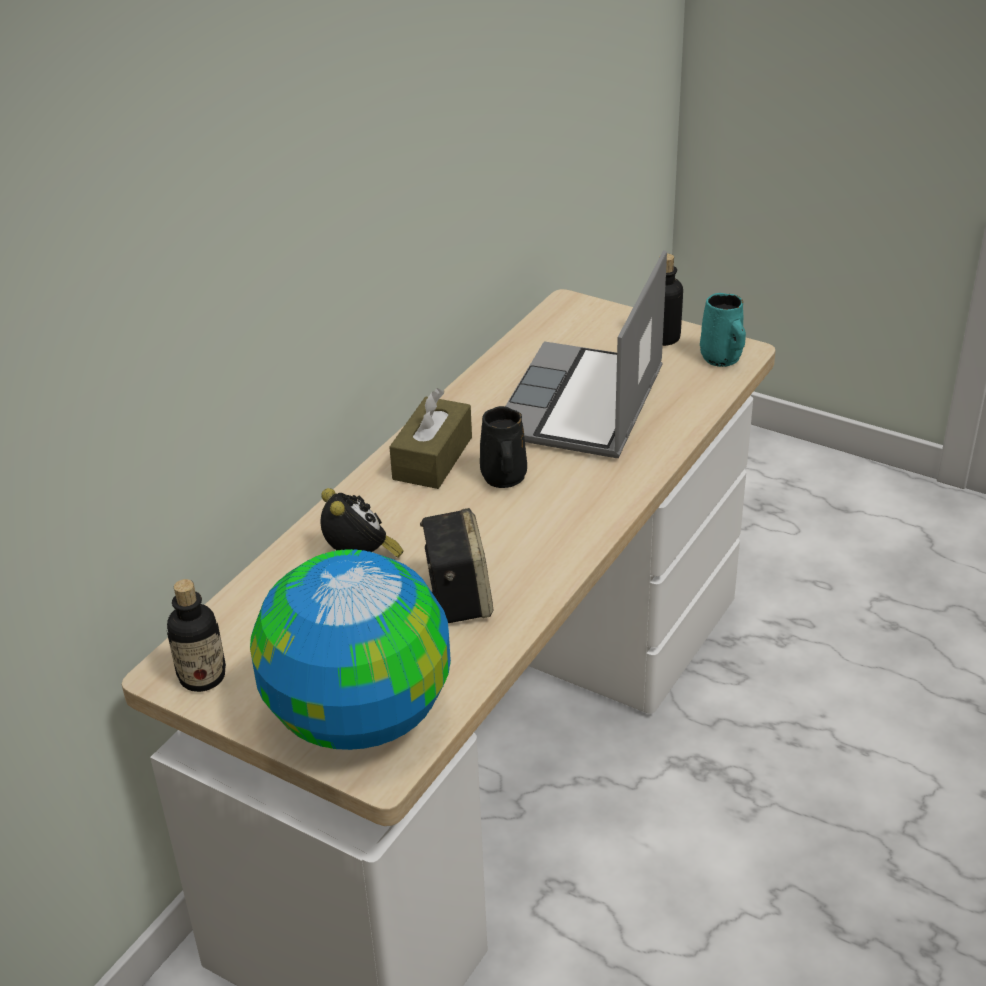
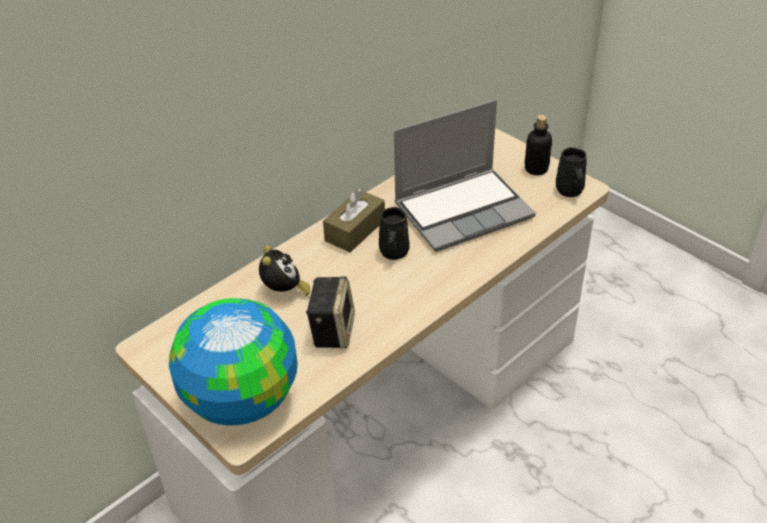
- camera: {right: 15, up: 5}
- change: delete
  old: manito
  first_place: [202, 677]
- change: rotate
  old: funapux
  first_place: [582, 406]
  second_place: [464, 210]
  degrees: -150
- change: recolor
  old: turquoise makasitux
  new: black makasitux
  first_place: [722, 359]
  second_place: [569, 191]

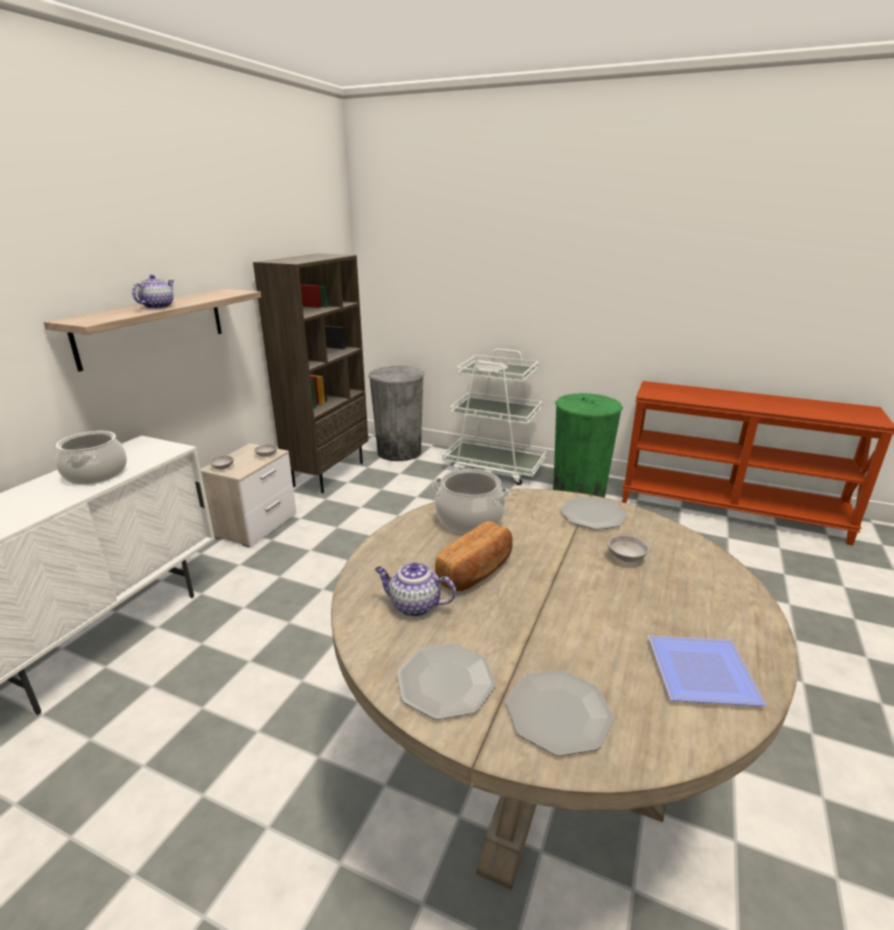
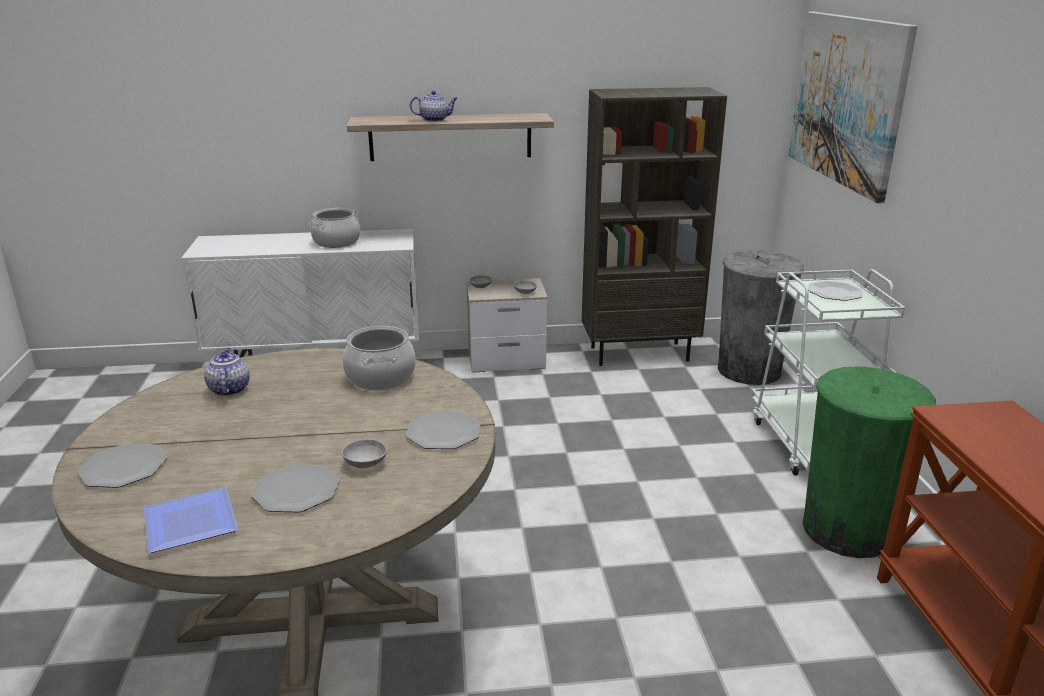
- camera: {right: 60, up: 0}
- change: move
  old: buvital
  first_place: [445, 682]
  second_place: [296, 491]
- change: delete
  old: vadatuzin
  first_place: [476, 571]
- change: insert
  new: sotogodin
  second_place: [846, 100]

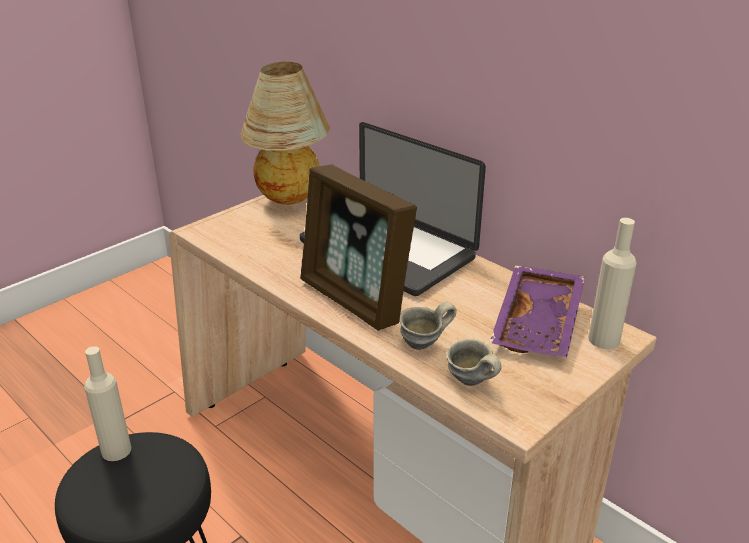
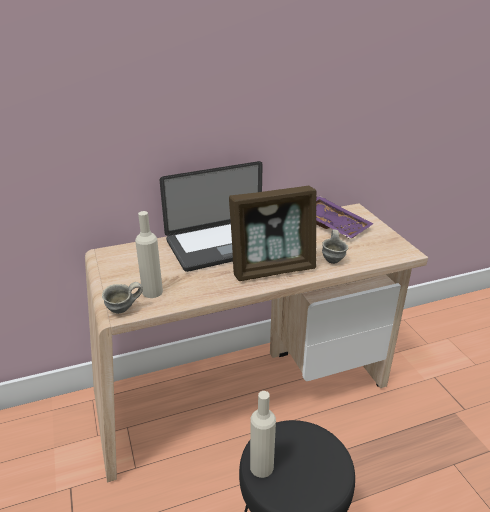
- camera: {right: -65, up: 0}
- change: delete
  old: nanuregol
  first_place: [290, 200]
- change: move
  old: grey makasitux
  first_place: [470, 384]
  second_place: [123, 311]
- change: move
  old: beige manito
  first_place: [604, 339]
  second_place: [152, 292]

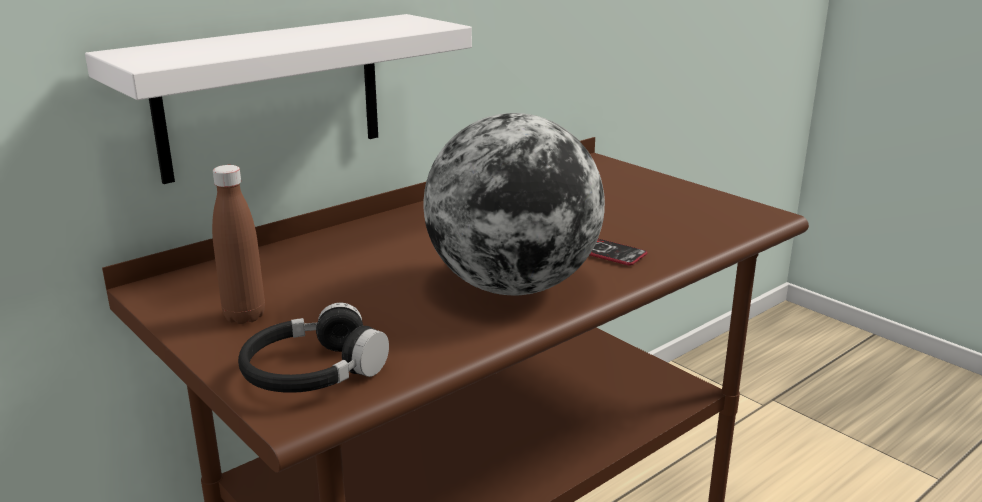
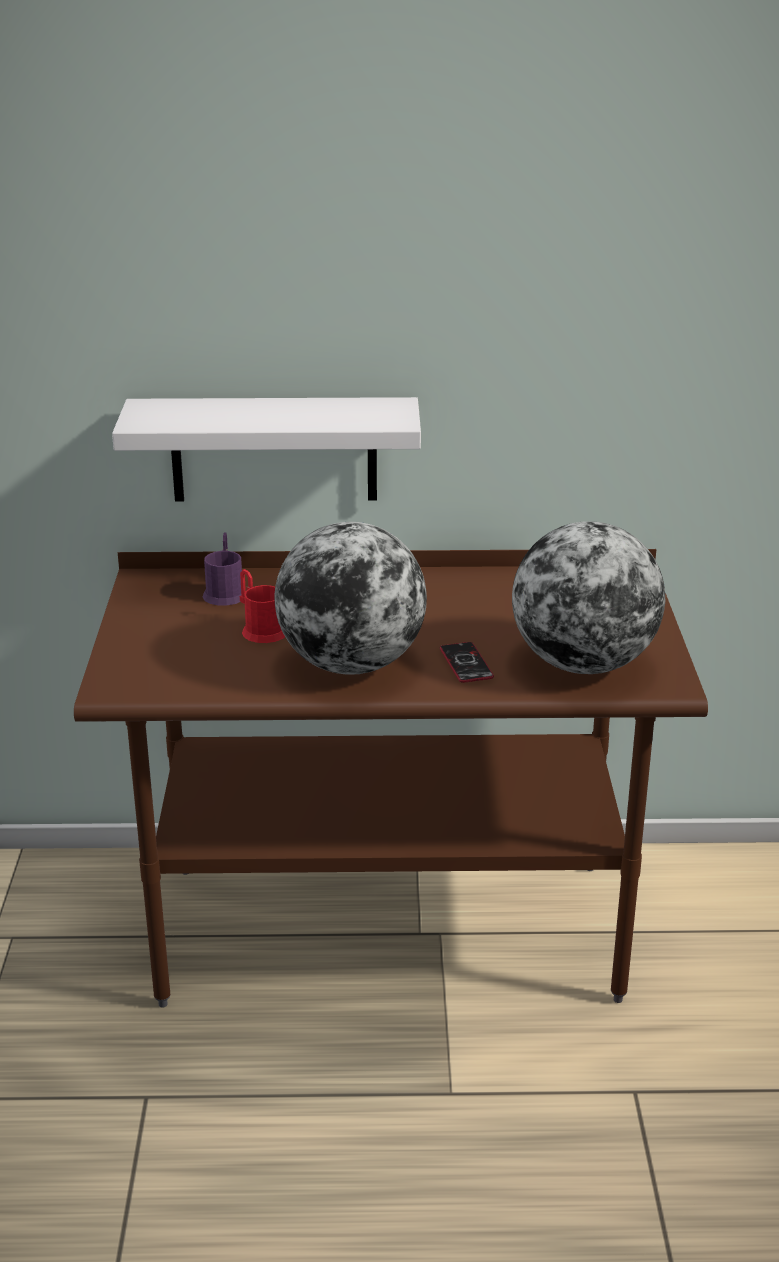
- camera: {right: 40, up: 5}
- change: delete
  old: brown manito
  first_place: [244, 316]
- change: delete
  old: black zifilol
  first_place: [313, 372]
- change: insert
  new: purple makasitux
  second_place: [225, 592]
- change: insert
  new: red makasitux
  second_place: [260, 629]
- change: insert
  new: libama
  second_place: [583, 664]

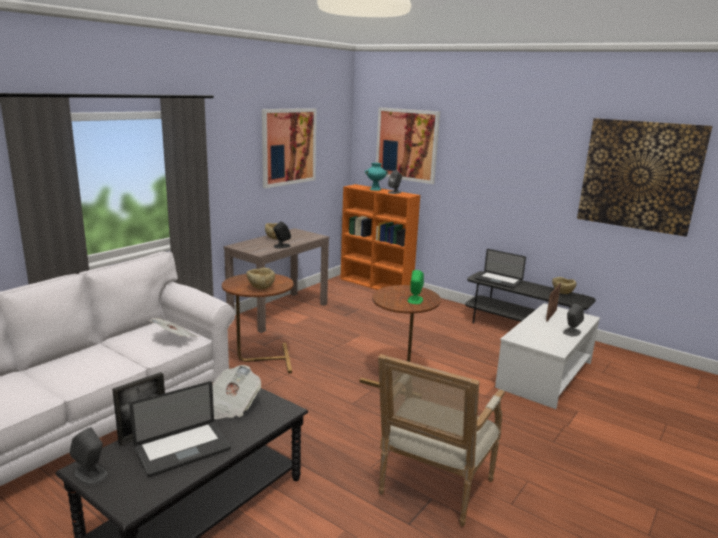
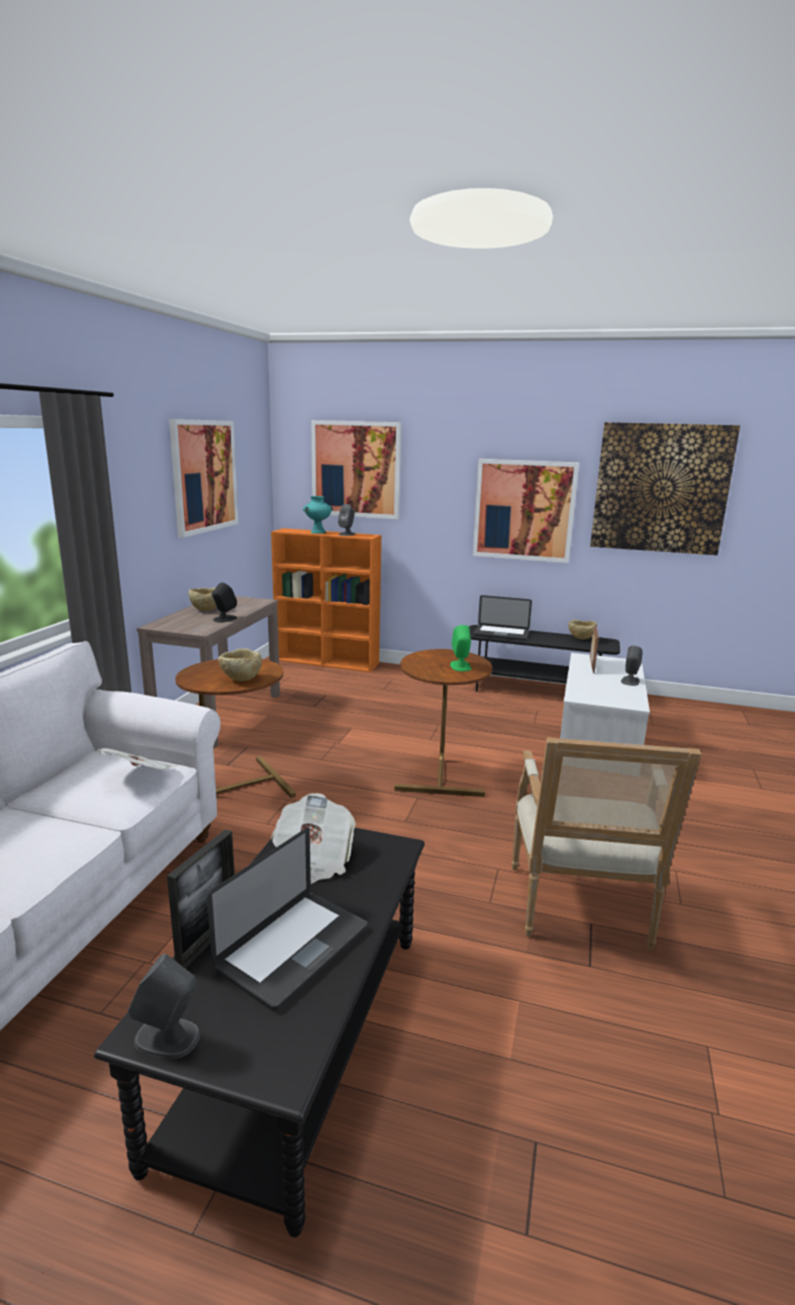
- camera: {right: -20, up: 0}
- change: insert
  new: sotogodin
  second_place: [524, 510]

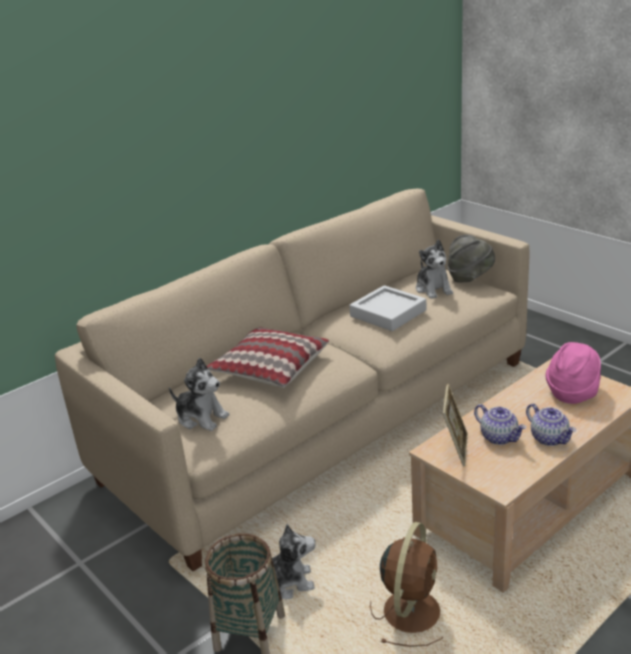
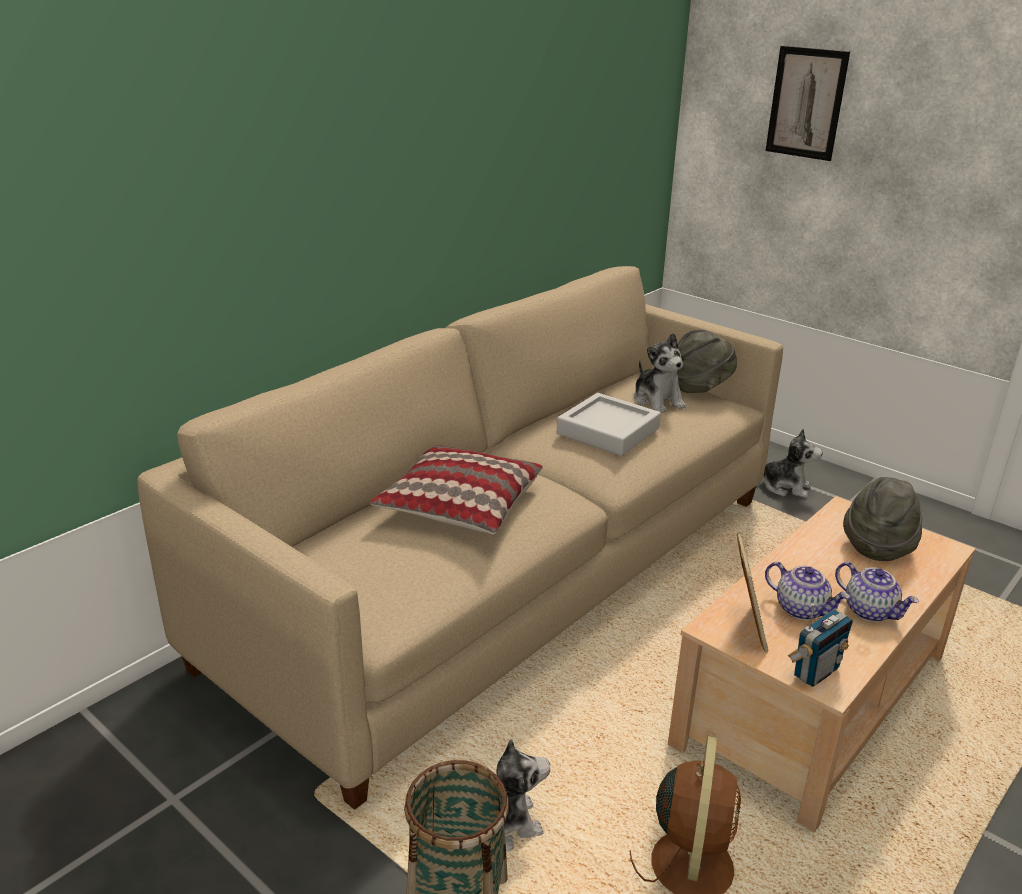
- camera: {right: -10, up: 0}
- change: move
  old: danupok
  first_place: [201, 417]
  second_place: [785, 487]
- change: recolor
  old: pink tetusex
  new: grey tetusex
  first_place: [572, 392]
  second_place: [878, 545]
- change: insert
  new: sotogodin
  second_place: [806, 103]
- change: insert
  new: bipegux
  second_place: [815, 672]

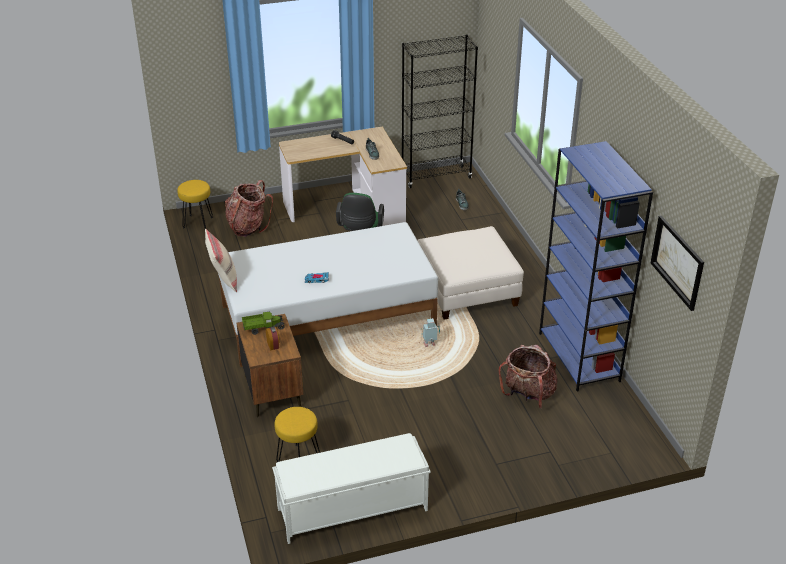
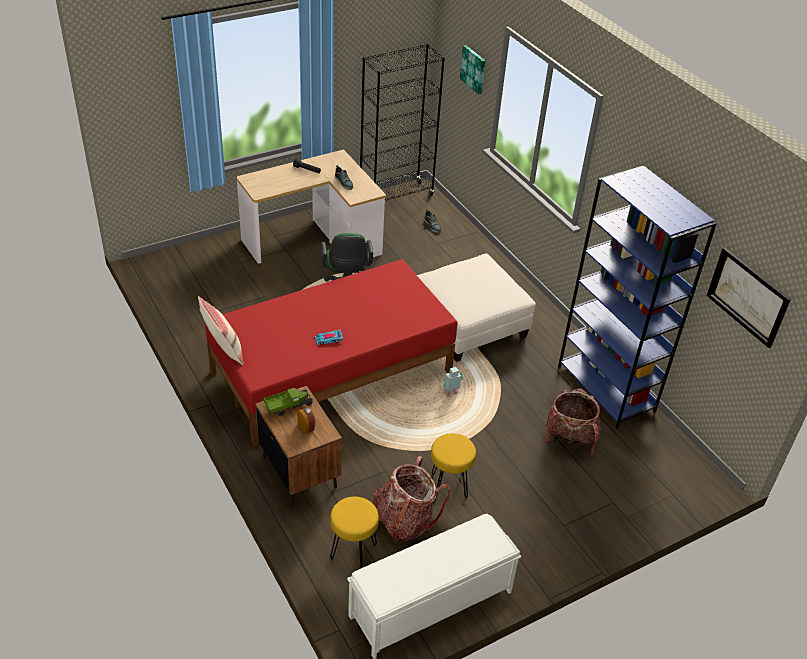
- camera: {right: -15, up: 5}
- change: move
  old: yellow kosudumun
  first_place: [198, 222]
  second_place: [449, 486]
- change: recolor
  old: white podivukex
  new: red podivukex
  first_place: [327, 315]
  second_place: [330, 372]
- change: move
  old: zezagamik
  first_place: [248, 227]
  second_place: [404, 520]
- change: insert
  new: sotogodin
  second_place: [474, 69]

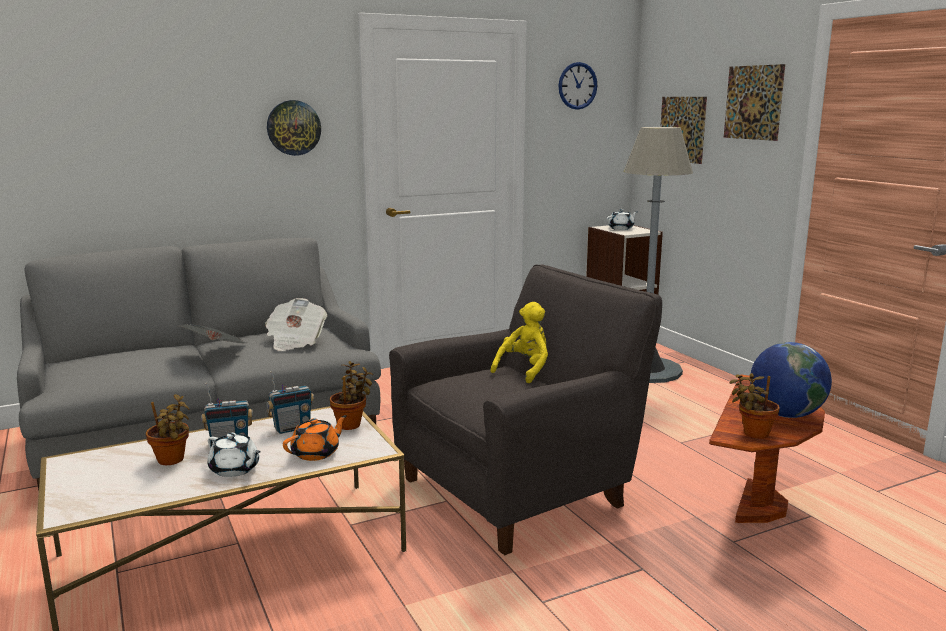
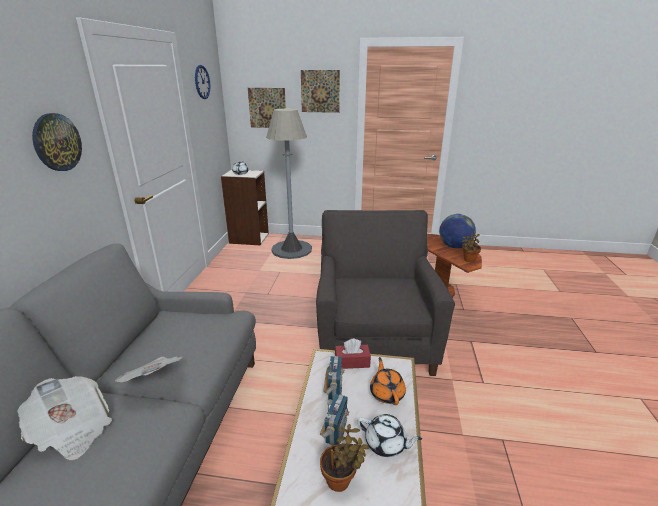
- camera: {right: -55, up: 10}
- change: rotate
  old: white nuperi
  first_place: [235, 470]
  second_place: [386, 444]
  degrees: 45
- change: move
  old: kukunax
  first_place: [295, 341]
  second_place: [72, 430]
- change: replace
  old: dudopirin
  new: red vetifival
  first_place: [351, 424]
  second_place: [352, 362]
- change: delete
  old: yellow danupok
  first_place: [524, 370]

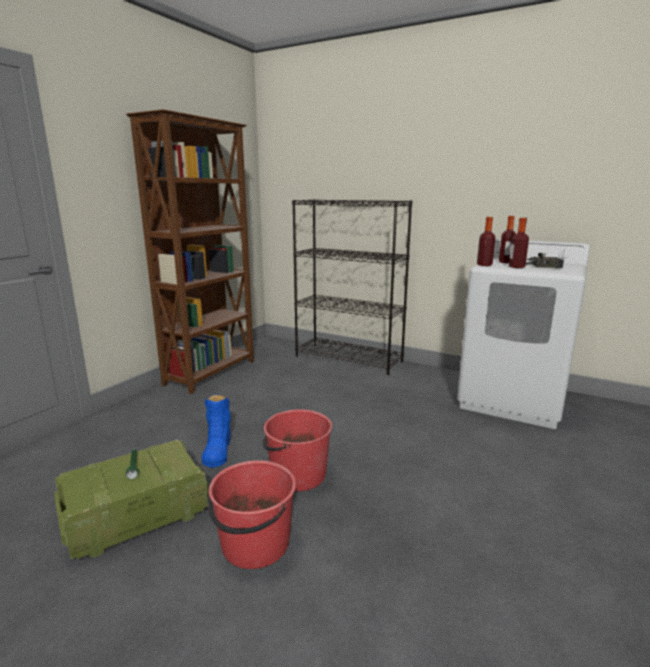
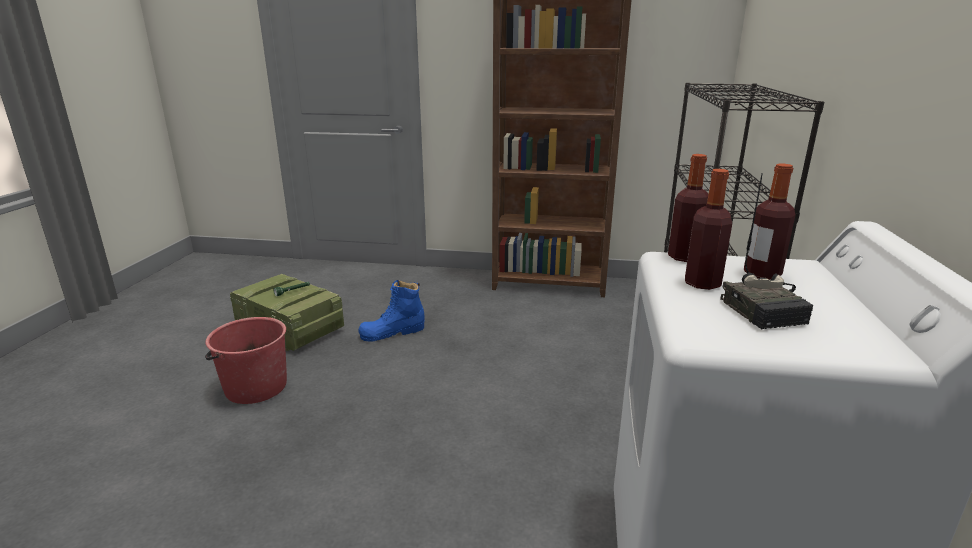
- camera: {right: 70, up: 5}
- change: delete
  old: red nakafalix
  first_place: [297, 475]

